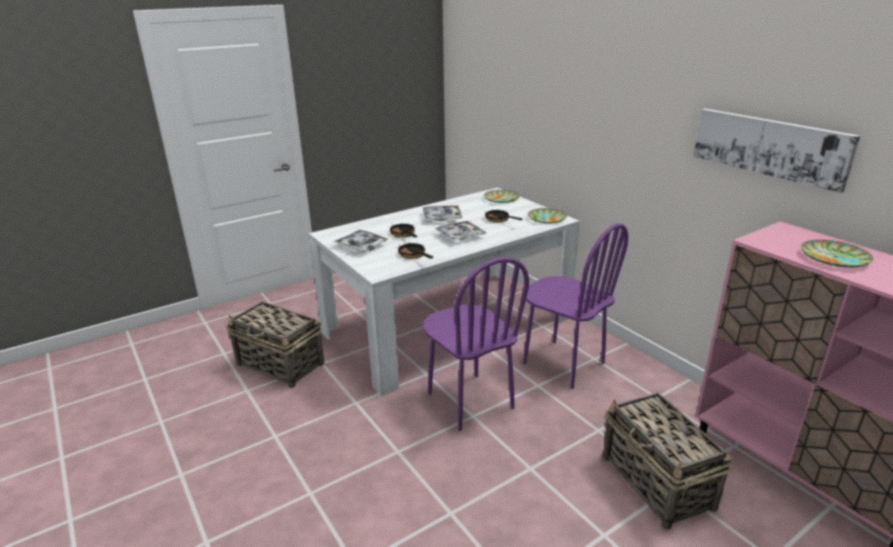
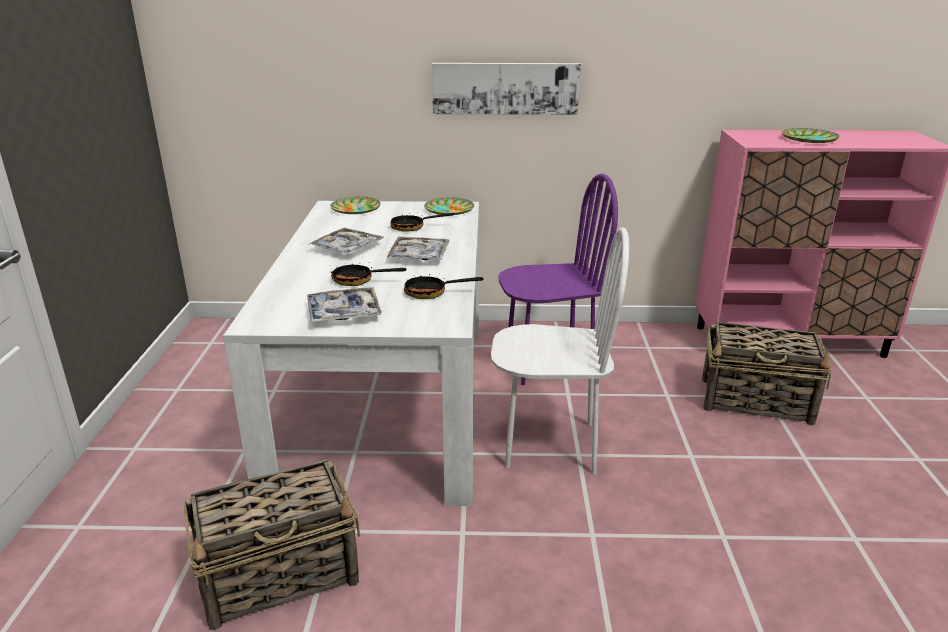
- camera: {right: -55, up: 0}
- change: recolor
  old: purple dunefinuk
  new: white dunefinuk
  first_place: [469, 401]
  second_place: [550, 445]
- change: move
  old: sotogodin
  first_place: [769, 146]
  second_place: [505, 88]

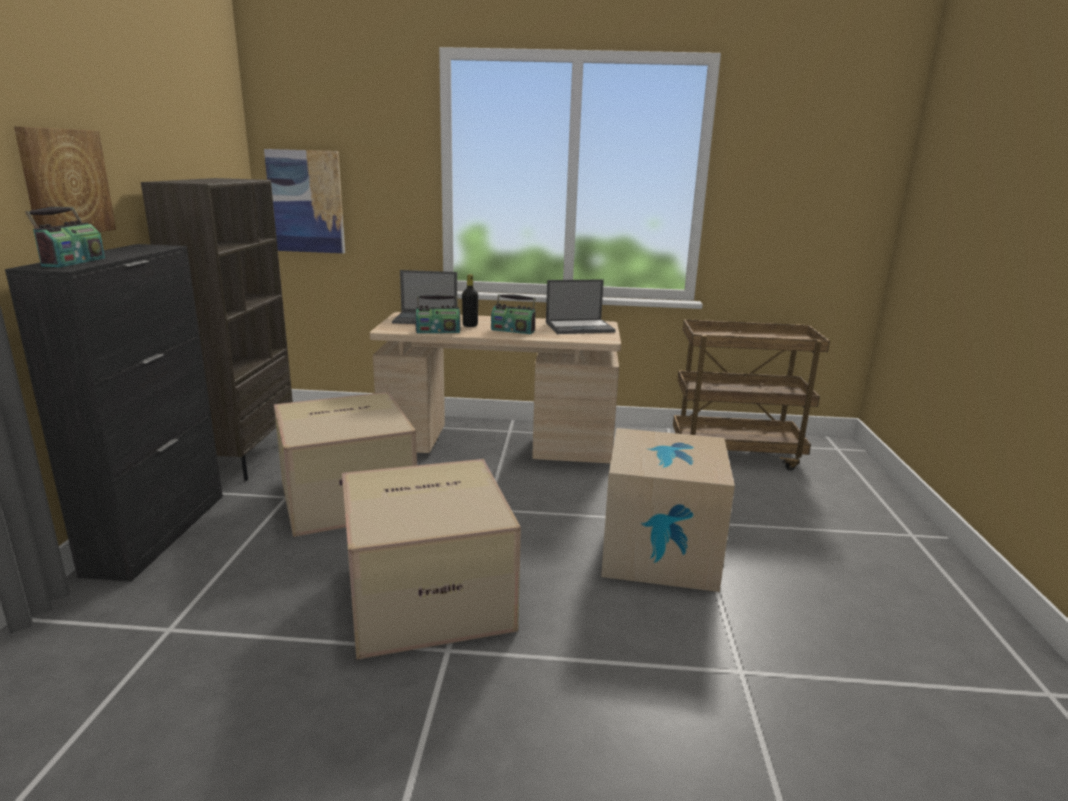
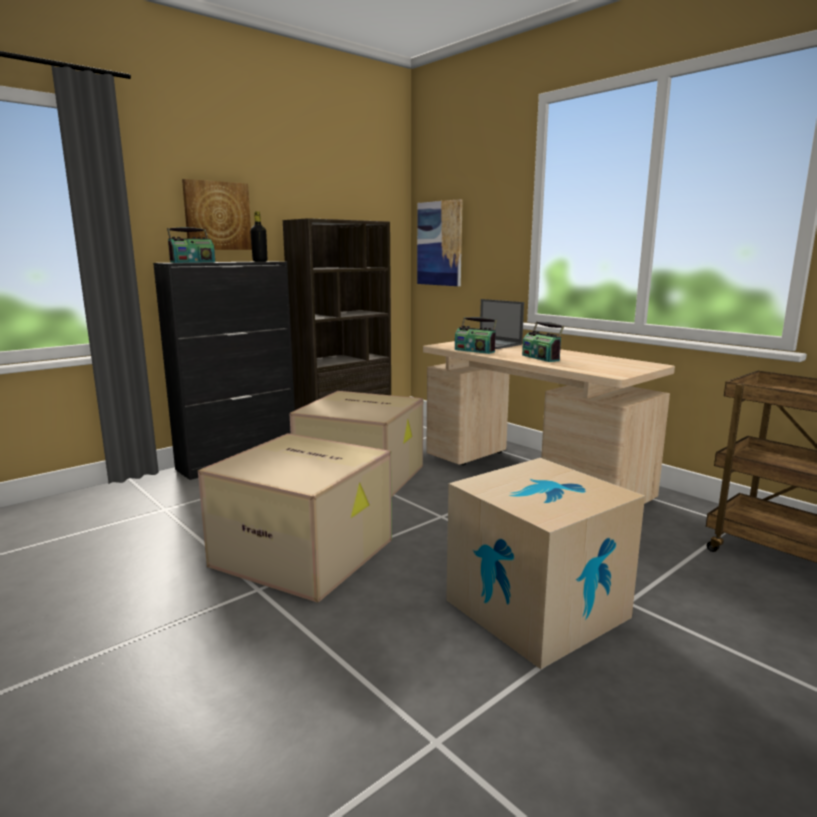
- camera: {right: 45, up: -5}
- change: move
  old: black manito
  first_place: [470, 325]
  second_place: [260, 261]
- change: delete
  old: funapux
  first_place: [580, 327]

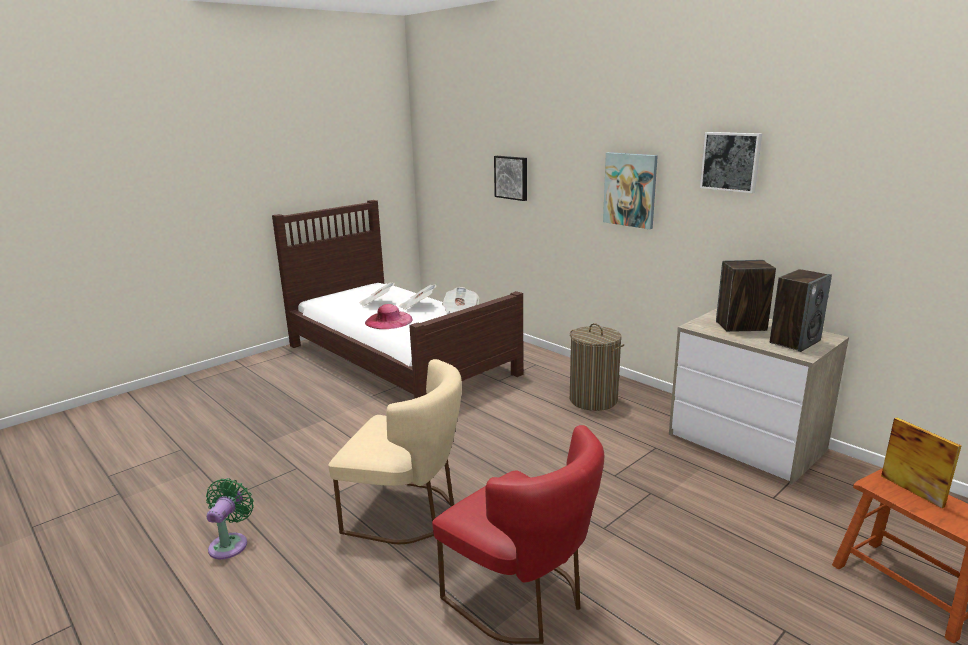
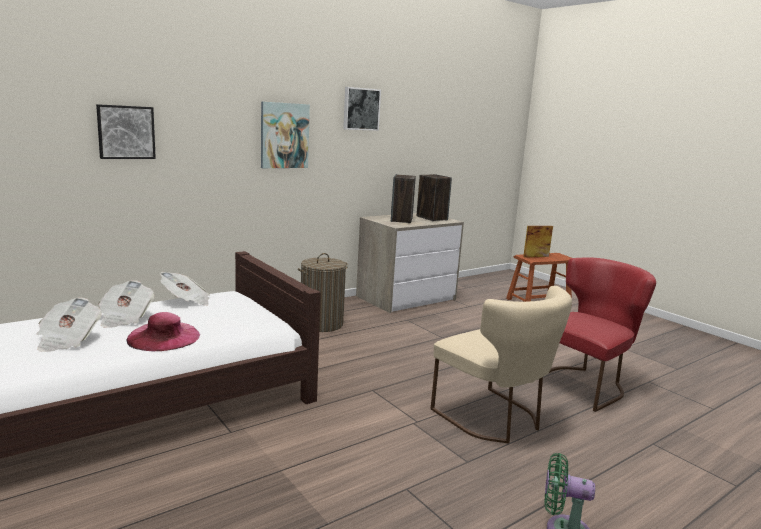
- camera: {right: -85, up: -5}
- change: rotate
  old: beige dunefinuk
  first_place: [408, 513]
  second_place: [494, 419]
  degrees: 120

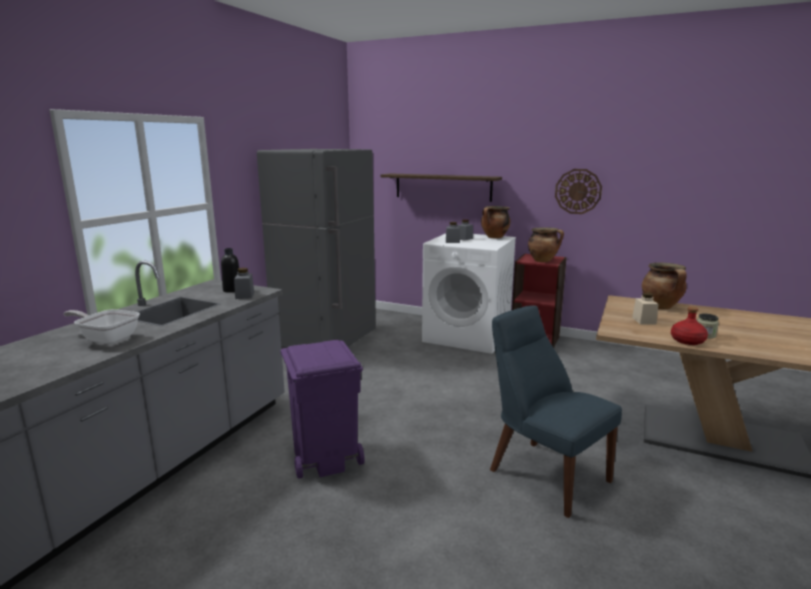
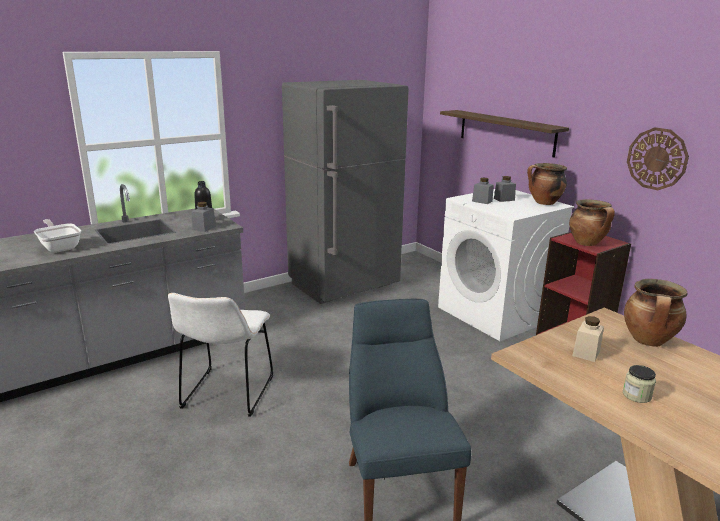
- camera: {right: 30, up: 5}
- change: replace
  old: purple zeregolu
  new: white dunefinuk
  first_place: [325, 457]
  second_place: [226, 395]
- change: delete
  old: red manito
  first_place: [687, 341]

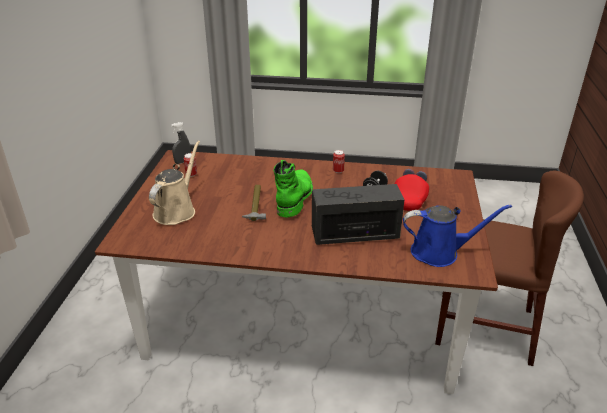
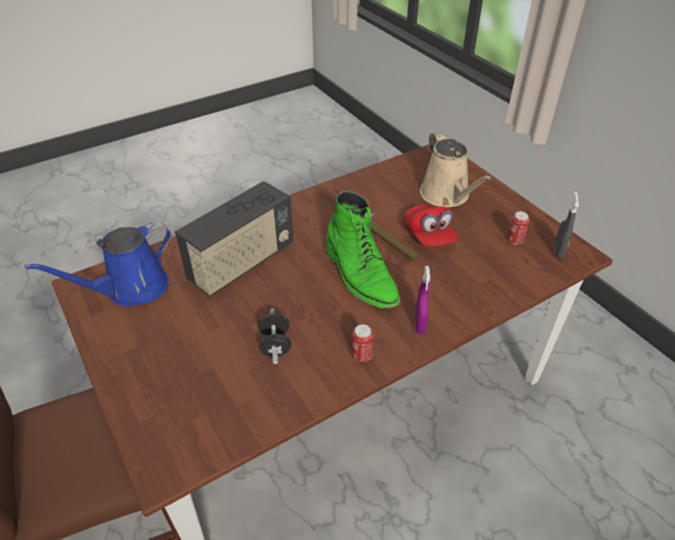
- camera: {right: 140, up: 10}
- change: move
  old: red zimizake
  first_place: [410, 199]
  second_place: [428, 236]
- change: insert
  new: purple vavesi
  second_place: [419, 324]

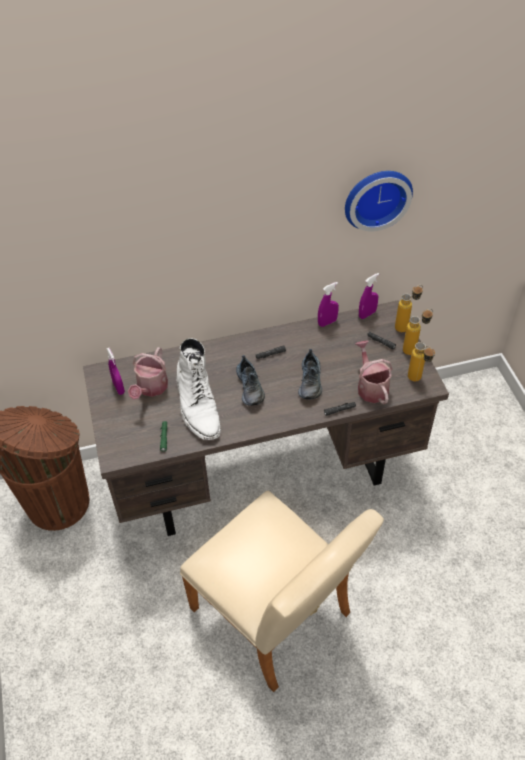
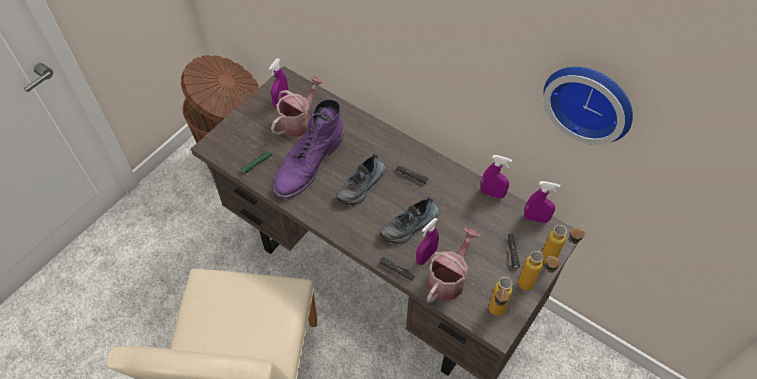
- camera: {right: 50, up: 5}
- change: rotate
  old: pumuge
  first_place: [151, 388]
  second_place: [299, 121]
  degrees: 150
- change: recolor
  old: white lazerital
  new: purple lazerital
  first_place: [198, 406]
  second_place: [308, 163]
- change: insert
  new: purple vavesi
  second_place: [426, 256]

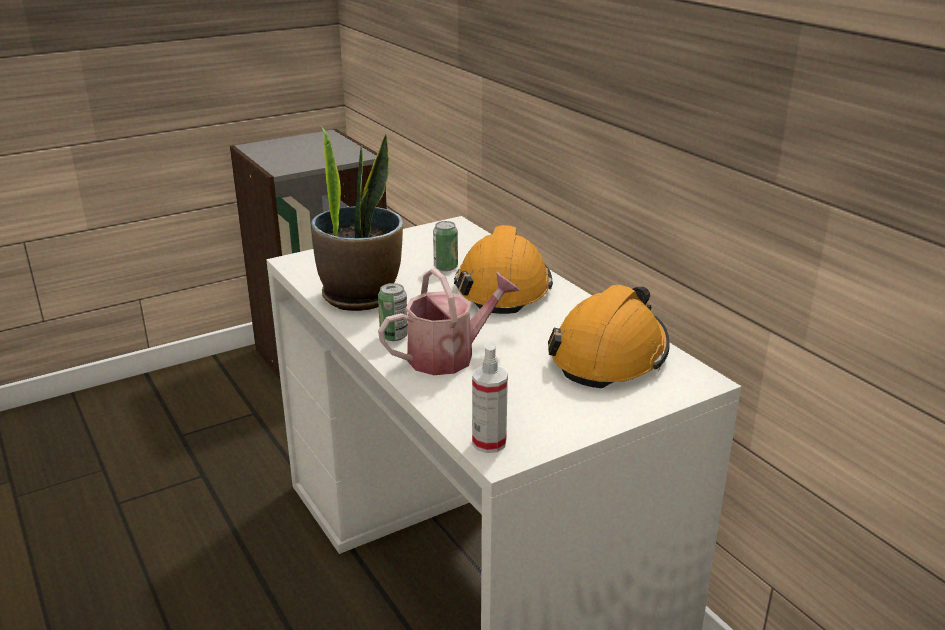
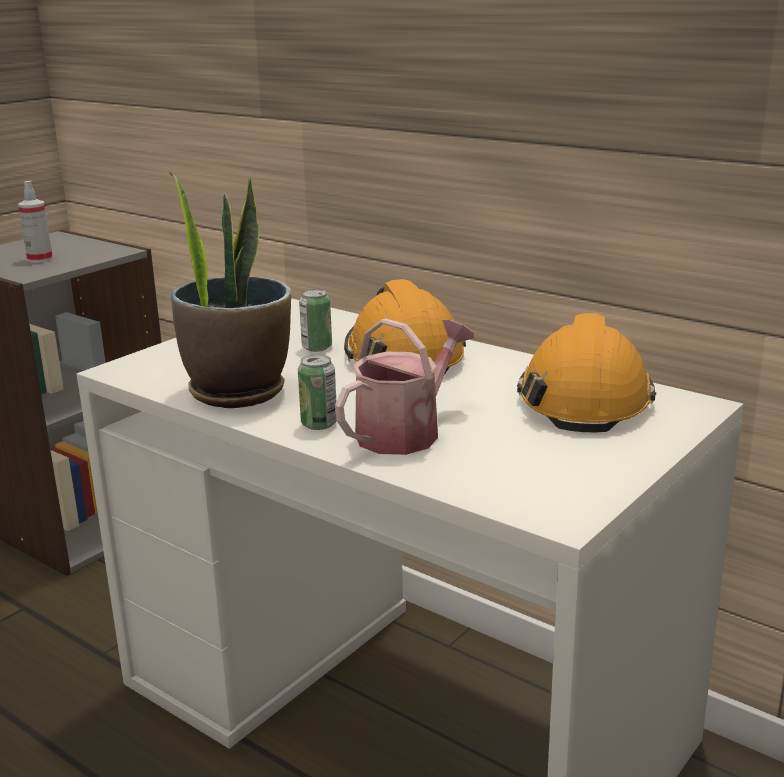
- camera: {right: -20, up: -5}
- change: move
  old: vavesi
  first_place: [489, 442]
  second_place: [40, 259]

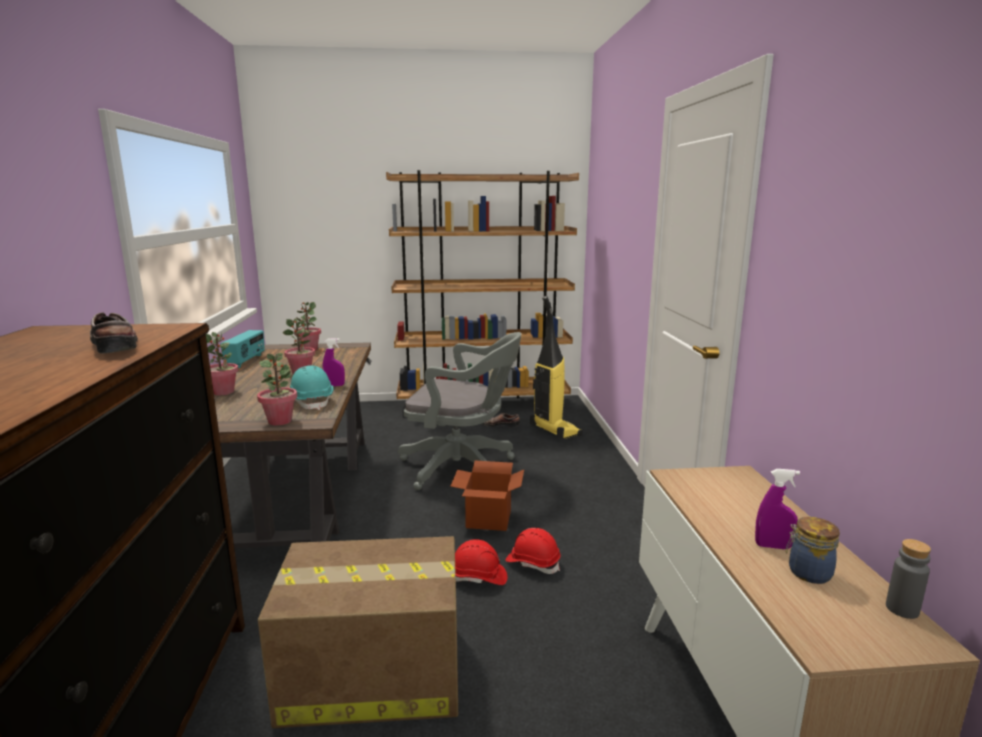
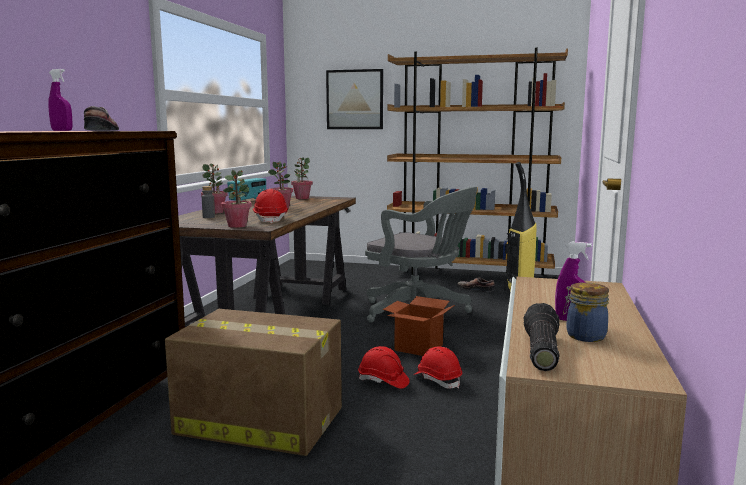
- camera: {right: 20, up: -5}
- change: recolor
  old: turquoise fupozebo
  new: red fupozebo
  first_place: [311, 401]
  second_place: [271, 219]
- change: move
  old: purple vavesi
  first_place: [334, 385]
  second_place: [62, 130]
- change: move
  old: grey manito
  first_place: [902, 609]
  second_place: [208, 217]
- change: insert
  new: sotogodin
  second_place: [355, 99]
- change: insert
  new: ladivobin
  second_place: [539, 351]

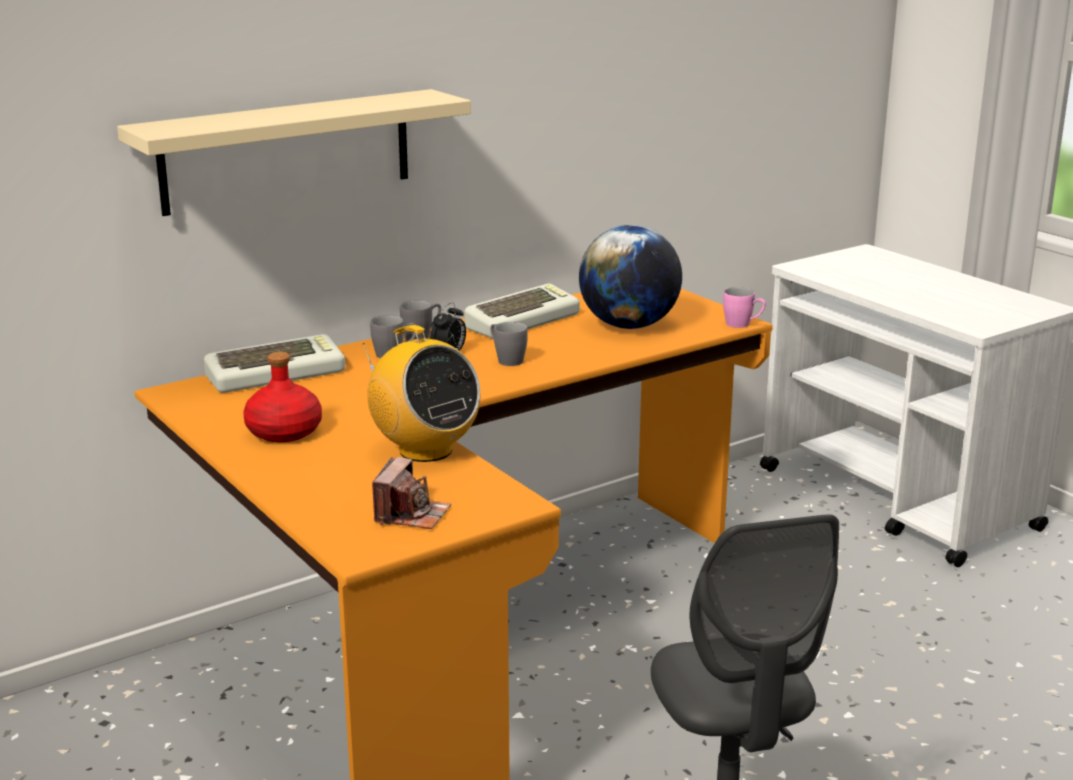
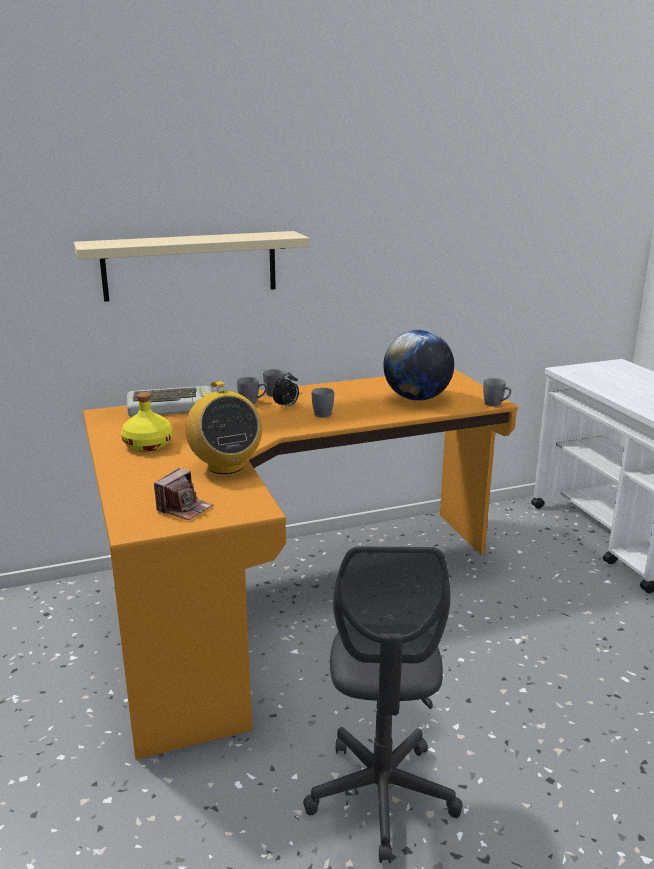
- camera: {right: 15, up: 0}
- change: recolor
  old: red manito
  new: yellow manito
  first_place: [285, 431]
  second_place: [149, 444]
- change: delete
  old: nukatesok
  first_place: [521, 320]
- change: recolor
  old: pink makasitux
  new: grey makasitux
  first_place: [743, 325]
  second_place: [496, 404]

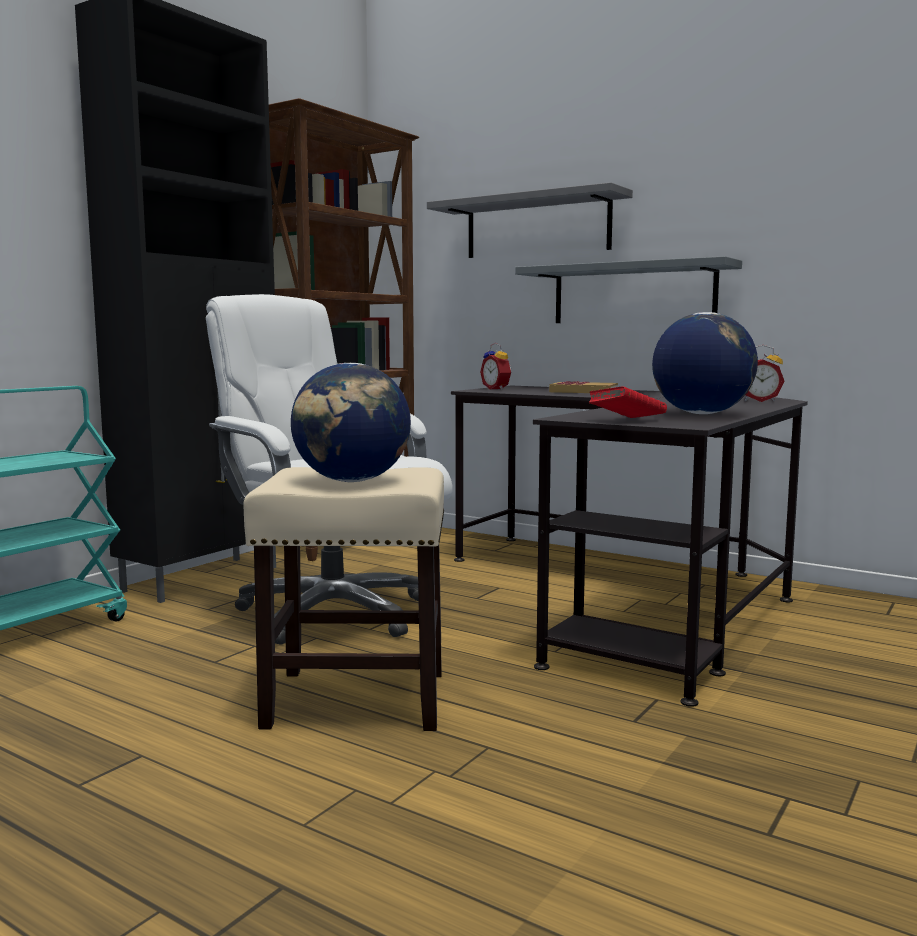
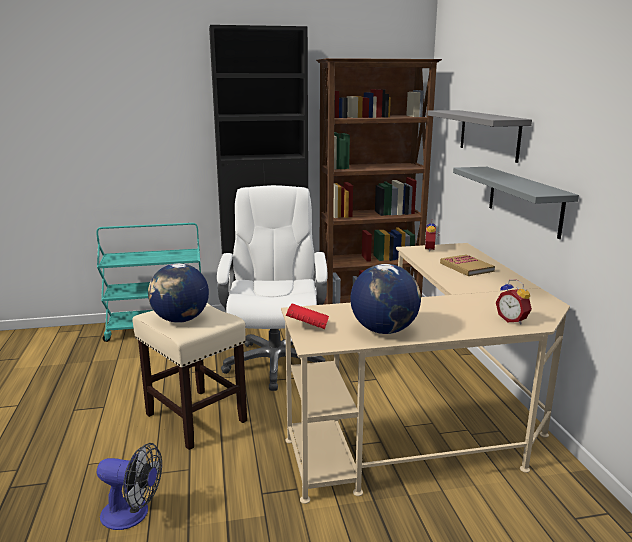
- camera: {right: 45, up: 10}
- change: recolor
  old: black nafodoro
  new: beige nafodoro
  first_place: [630, 595]
  second_place: [433, 416]
- change: insert
  new: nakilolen
  second_place: [132, 514]

